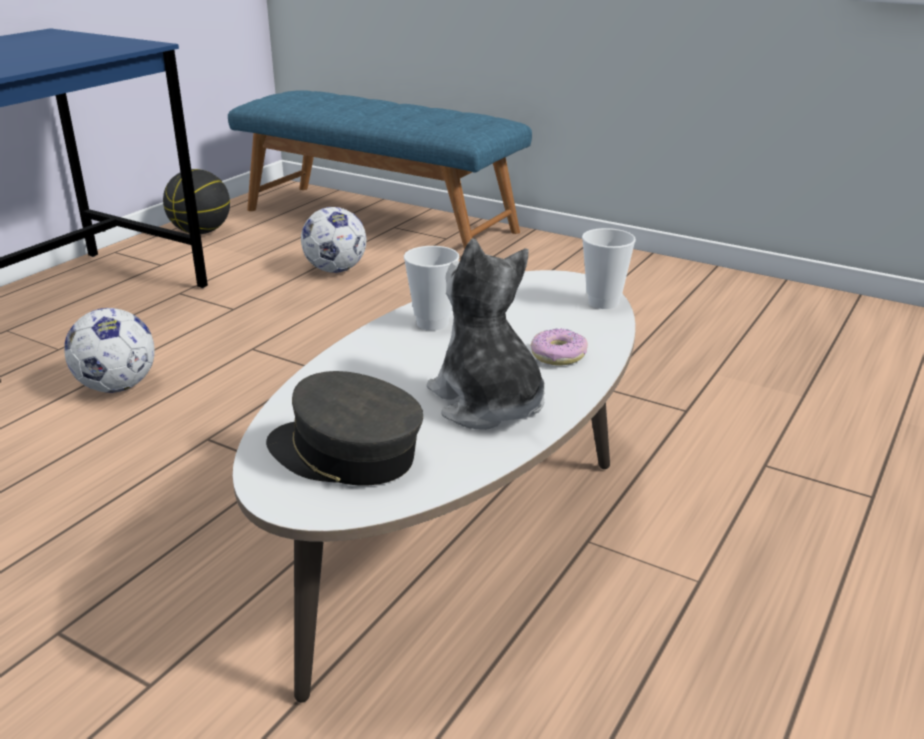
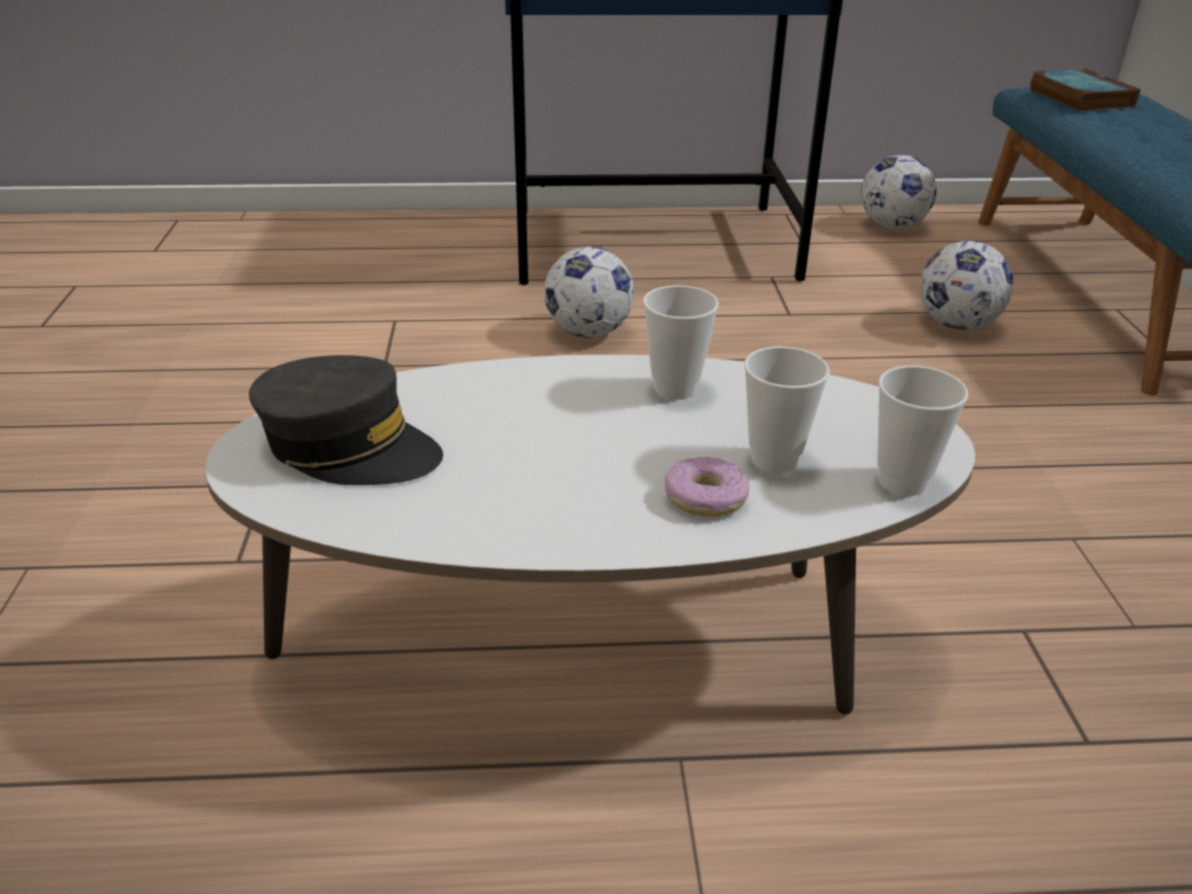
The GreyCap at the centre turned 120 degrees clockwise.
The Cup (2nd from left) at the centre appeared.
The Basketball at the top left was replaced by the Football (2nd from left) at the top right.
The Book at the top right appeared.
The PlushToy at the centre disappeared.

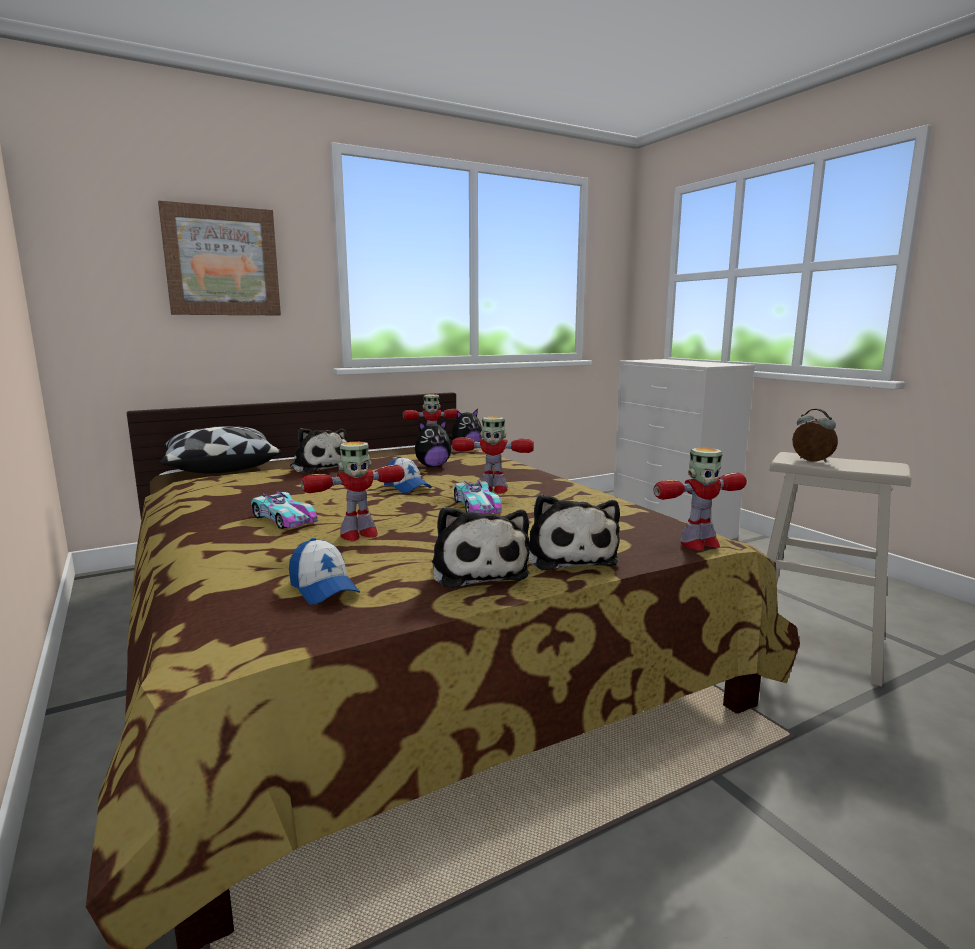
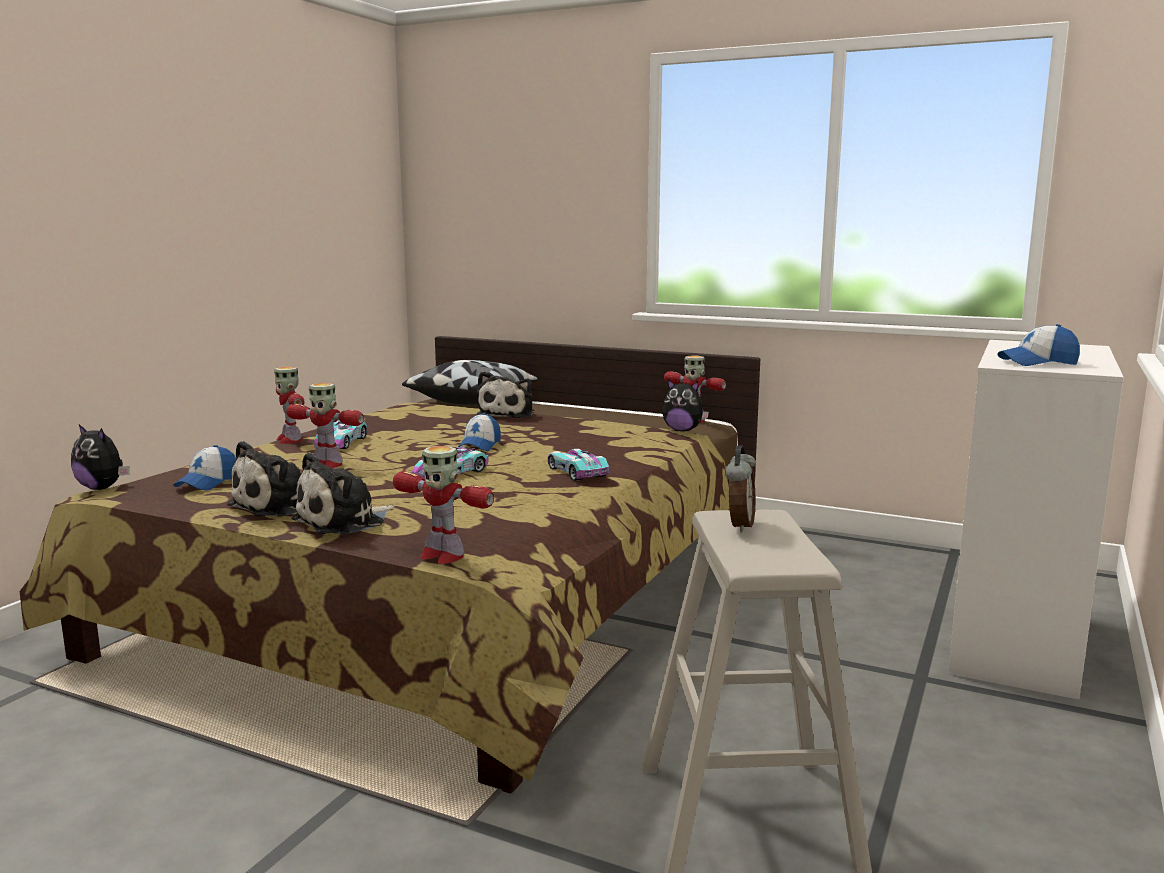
The PlushToy (2nd from left in the first image) moved from the centre to the middle left.
The ToyRobot (3rd from left in the first image) moved from the centre to the middle left.
The ToyCar (3rd from left) at the centre appeared.
The Cap (3rd from left) at the middle right appeared.
The Picture at the top left disappeared.

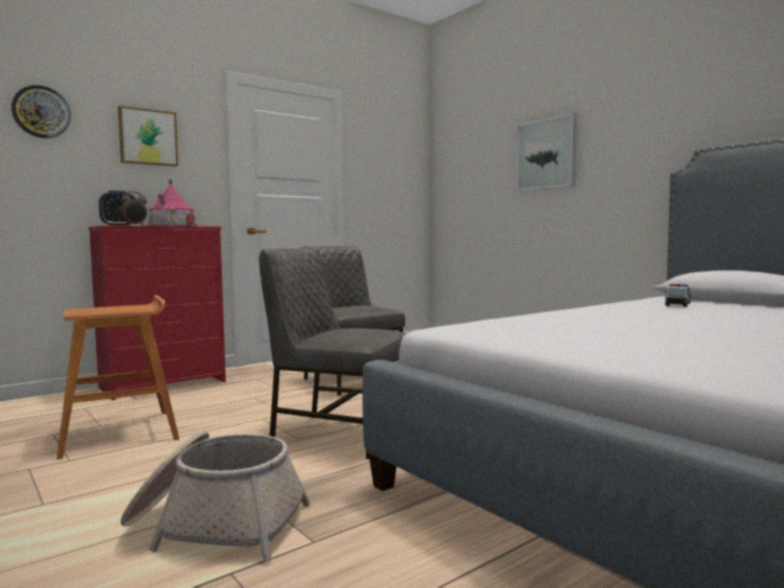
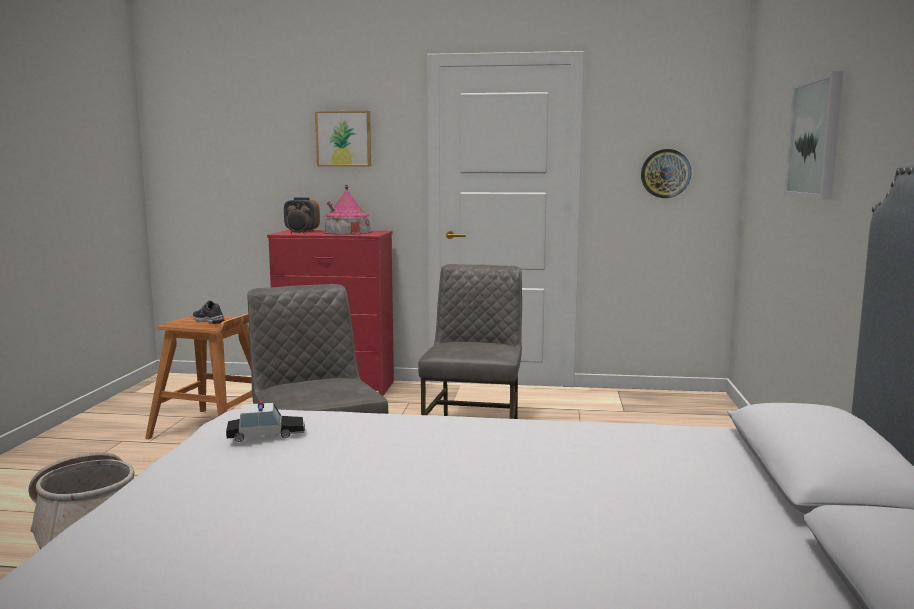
The Shoe at the middle left appeared.
The ToyCar moved from the middle right to the bottom left.
The WallClock moved from the top left to the top right.

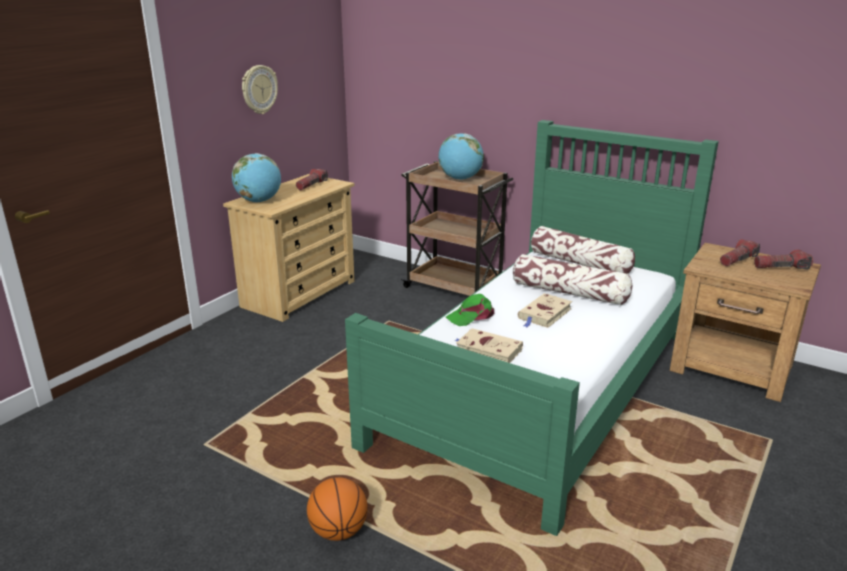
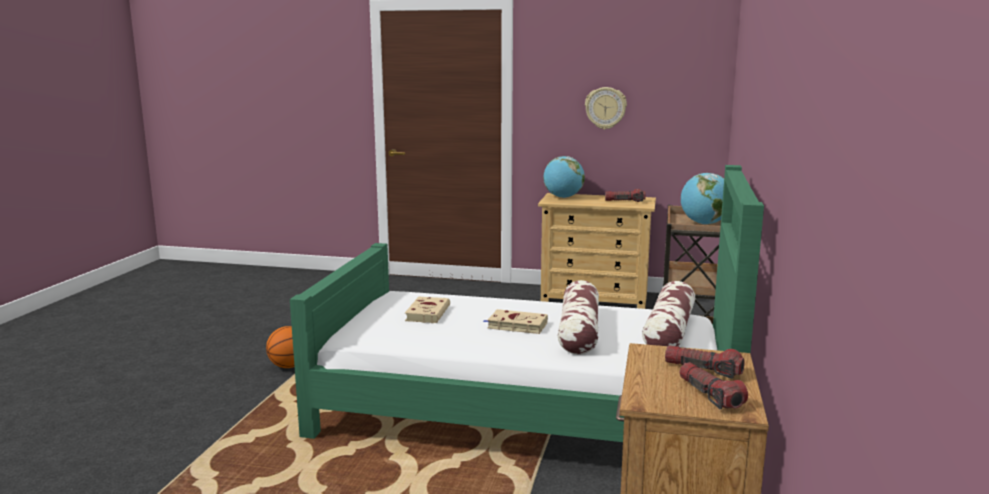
The GreenCap at the centre disappeared.

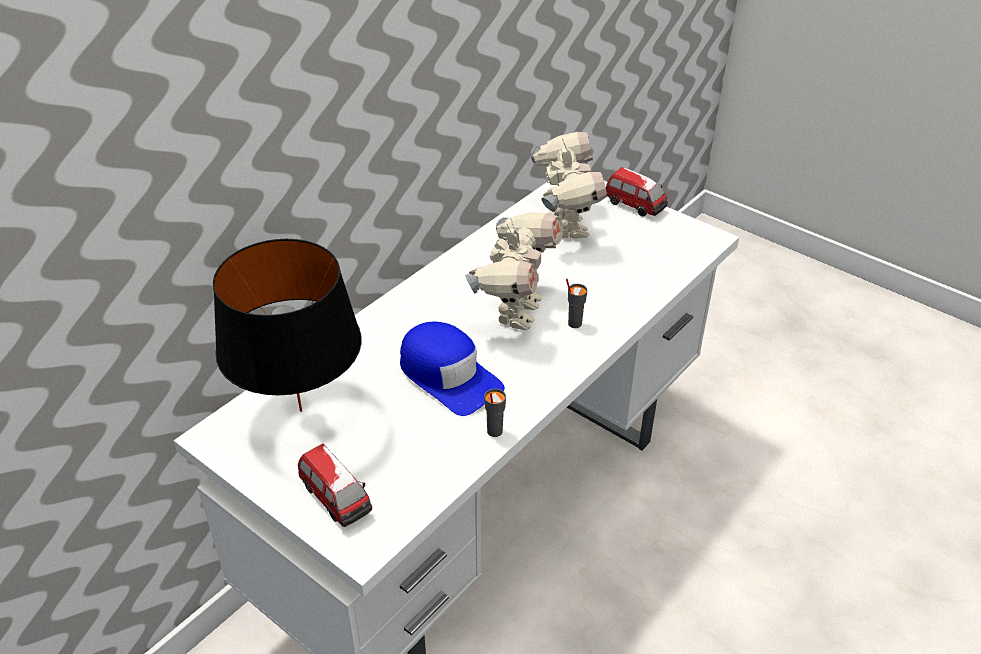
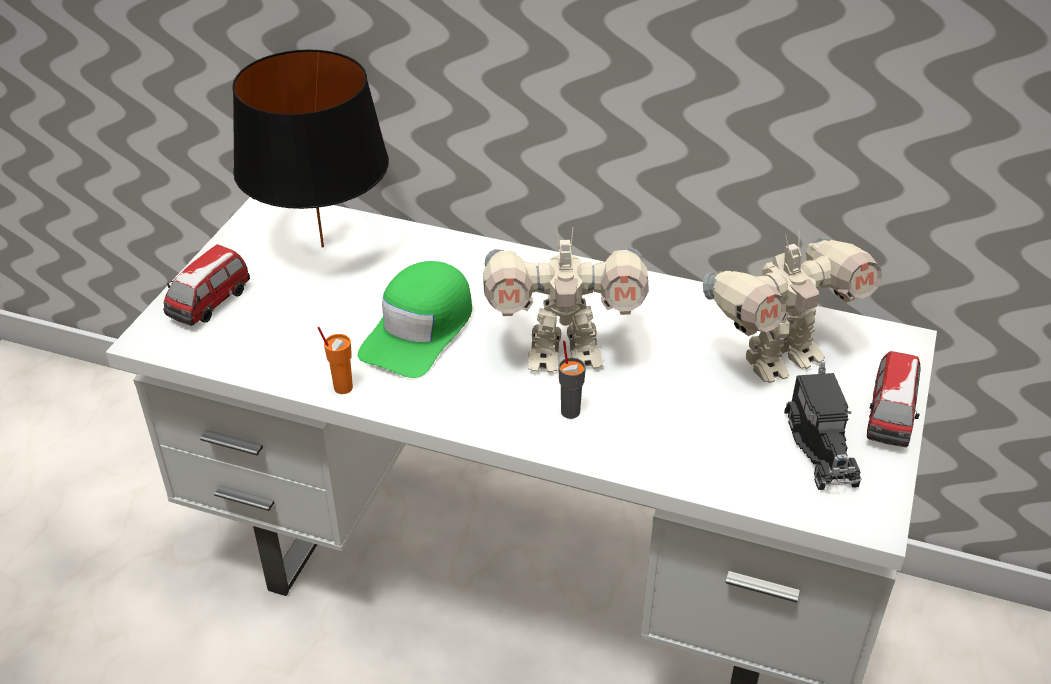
The GreyCup (1st from left) at the centre became the OrangeCup at the middle left.
The BlueCap at the centre became the GreenCap at the centre.
The ToyTruck at the middle right appeared.

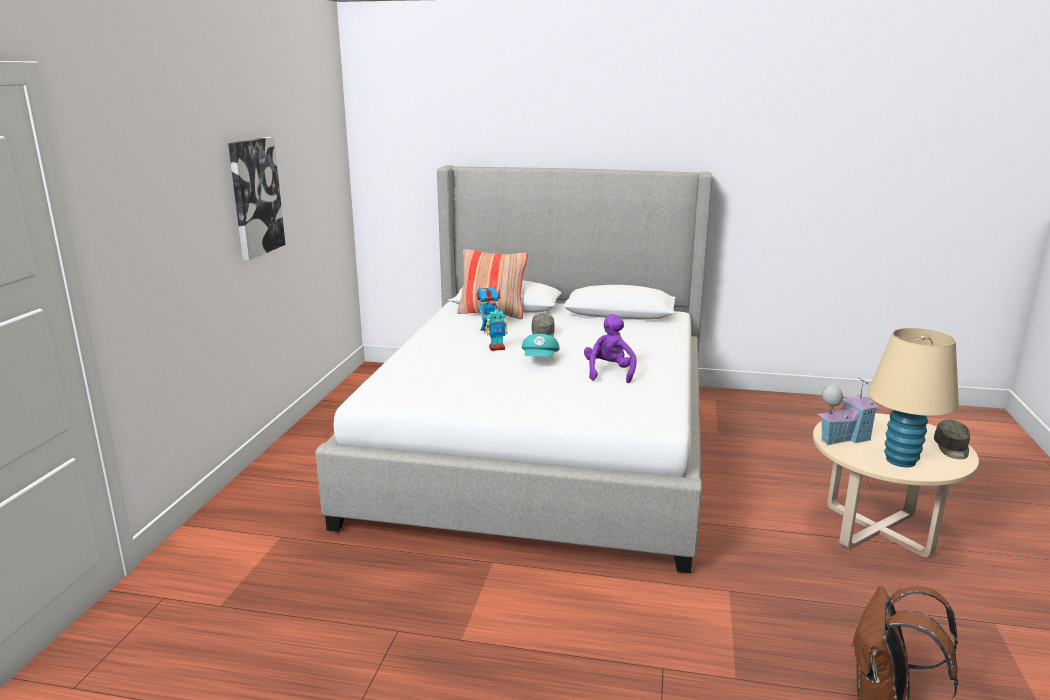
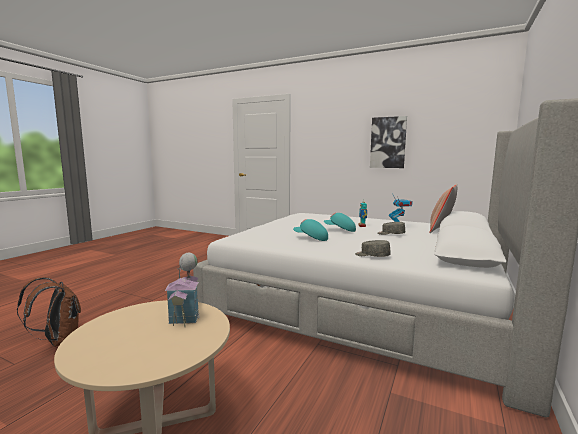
The PurplePlushToy at the centre was replaced by the TurquoiseCap (1st from left) at the centre.
The GreyCap (2nd from left in the first image) moved from the middle right to the centre.
The BeigeTableLamp at the middle right disappeared.

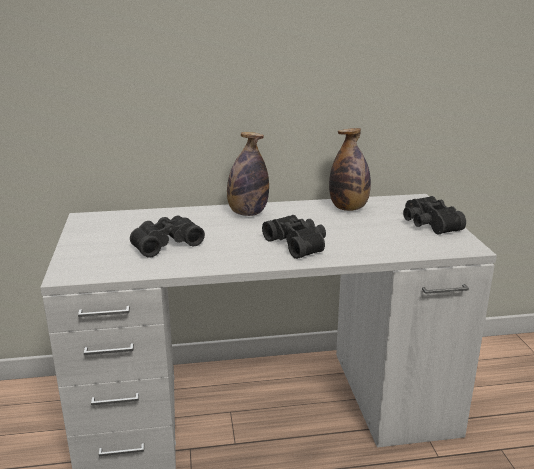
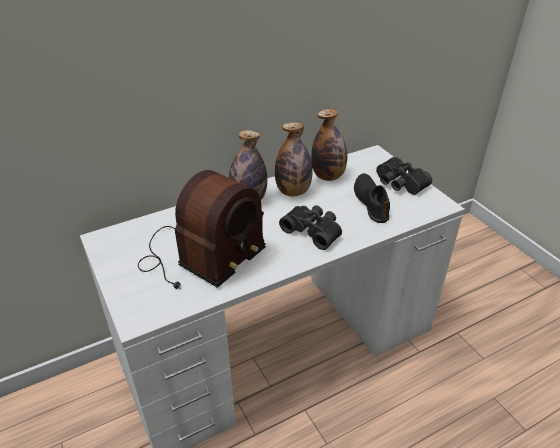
The BlackBinoculars (1st from left) at the middle left was replaced by the Radio at the centre.
The Bottle (2nd from left) at the centre appeared.
The BlackShoe at the centre appeared.

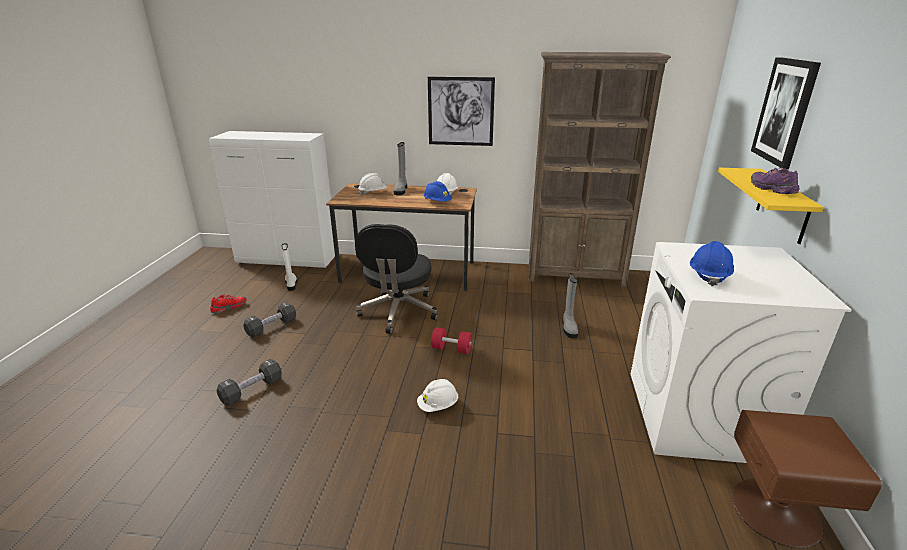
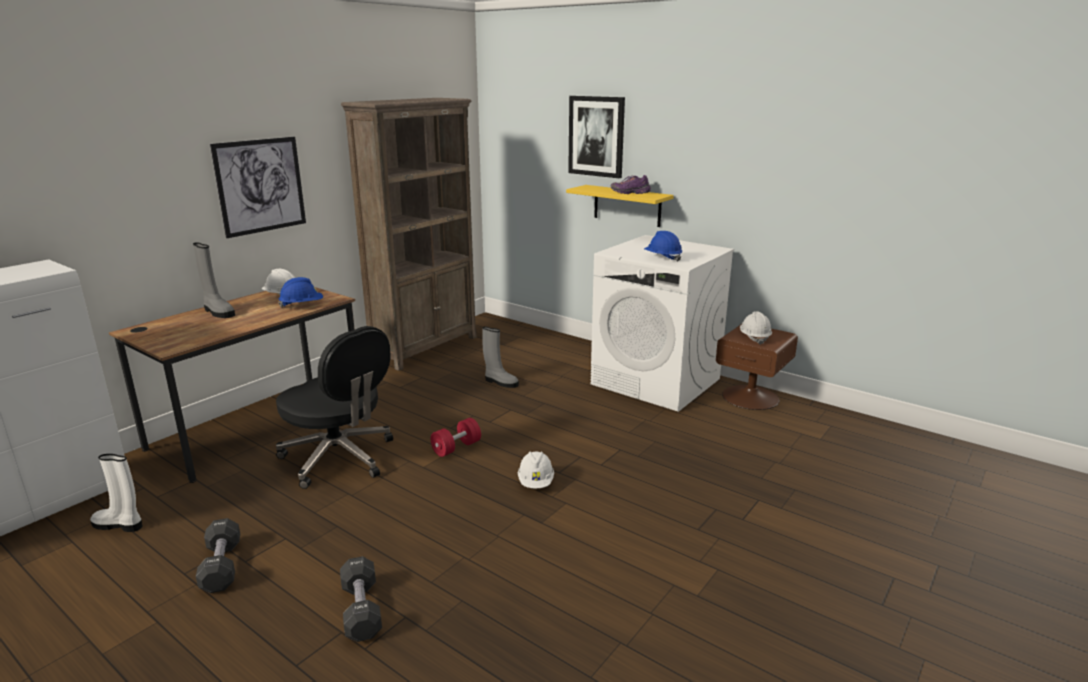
The WhiteHardHat (1st from left in the first image) moved from the centre to the middle right.
The RedShoe at the middle left disappeared.

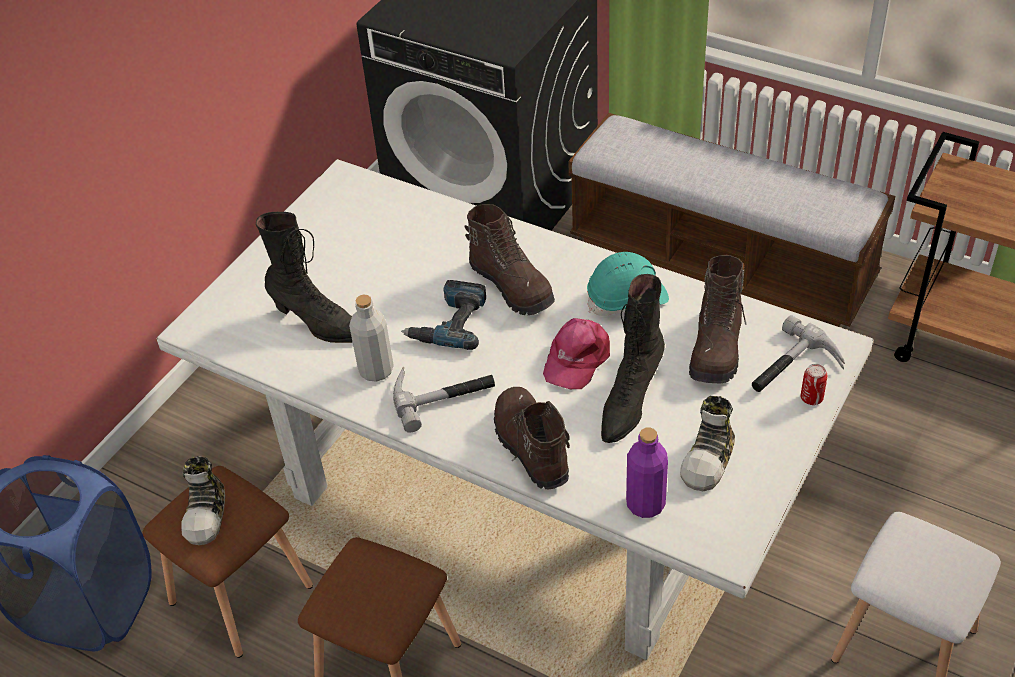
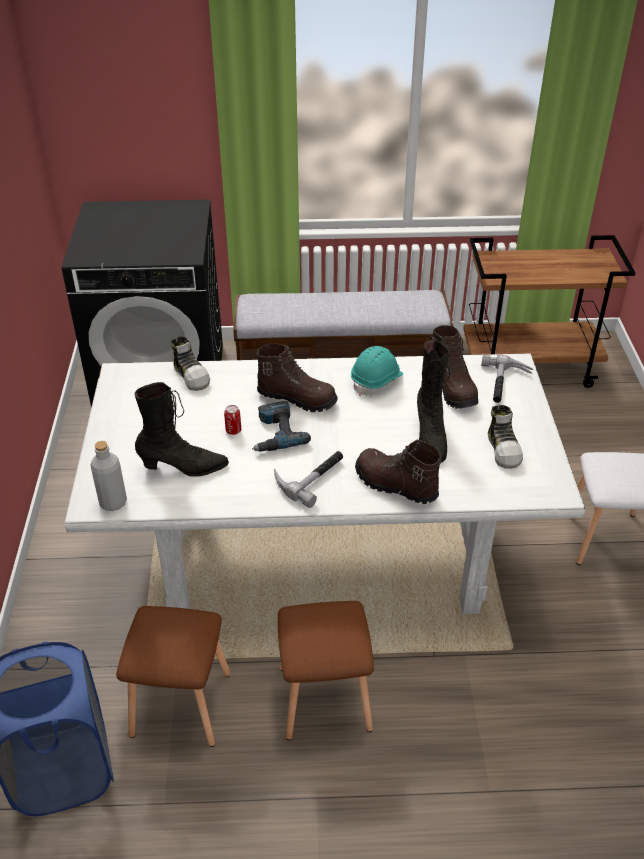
The GreyBottle moved from the centre to the middle left.
The Shoe (1st from left) moved from the bottom left to the middle left.
The Can moved from the middle right to the centre.
The PinkCap at the centre disappeared.
The PurpleBottle at the bottom centre disappeared.

